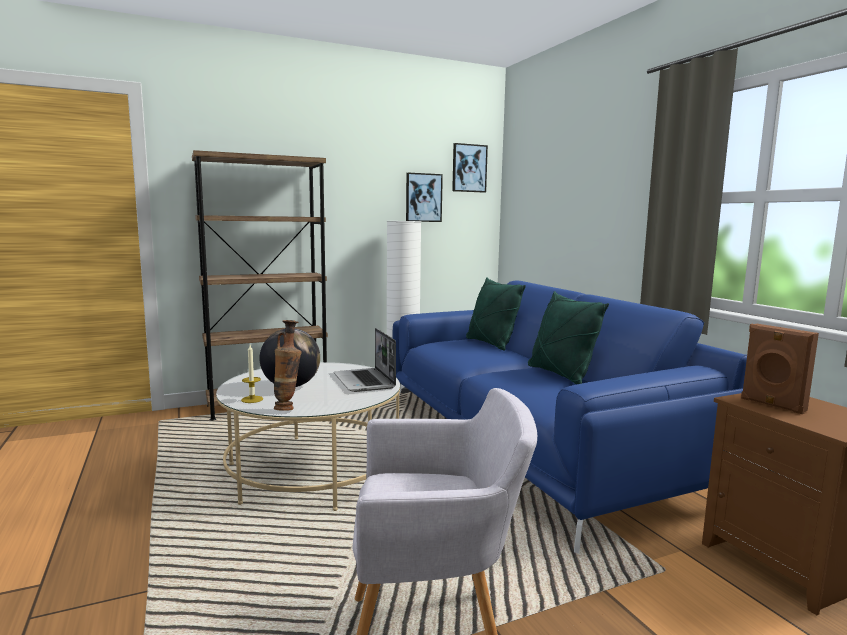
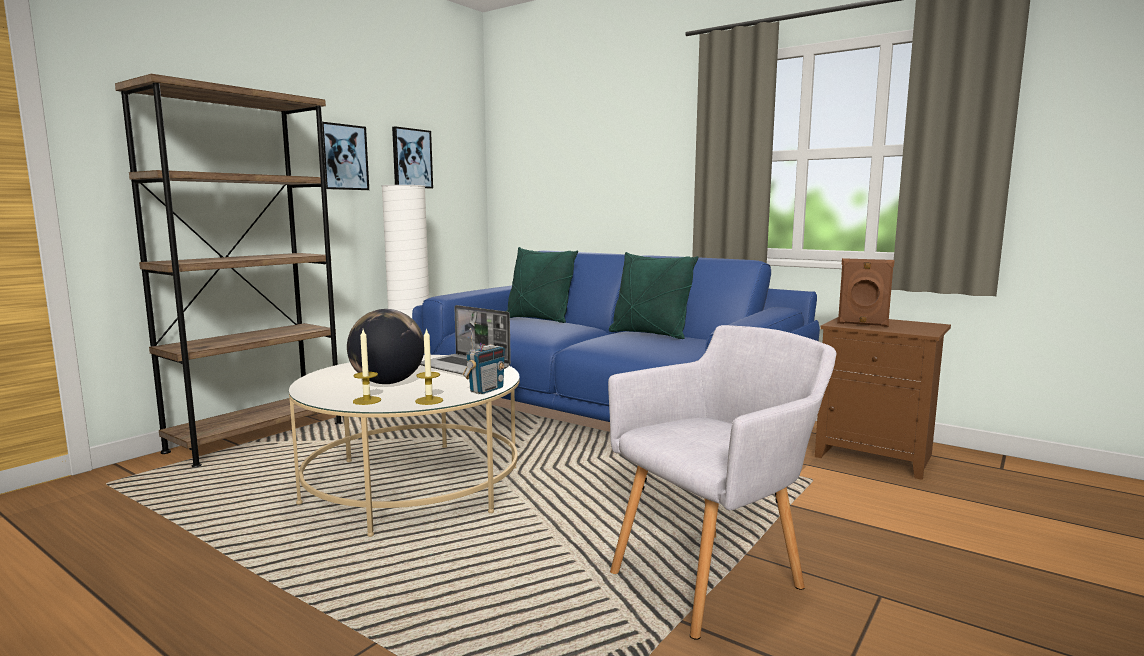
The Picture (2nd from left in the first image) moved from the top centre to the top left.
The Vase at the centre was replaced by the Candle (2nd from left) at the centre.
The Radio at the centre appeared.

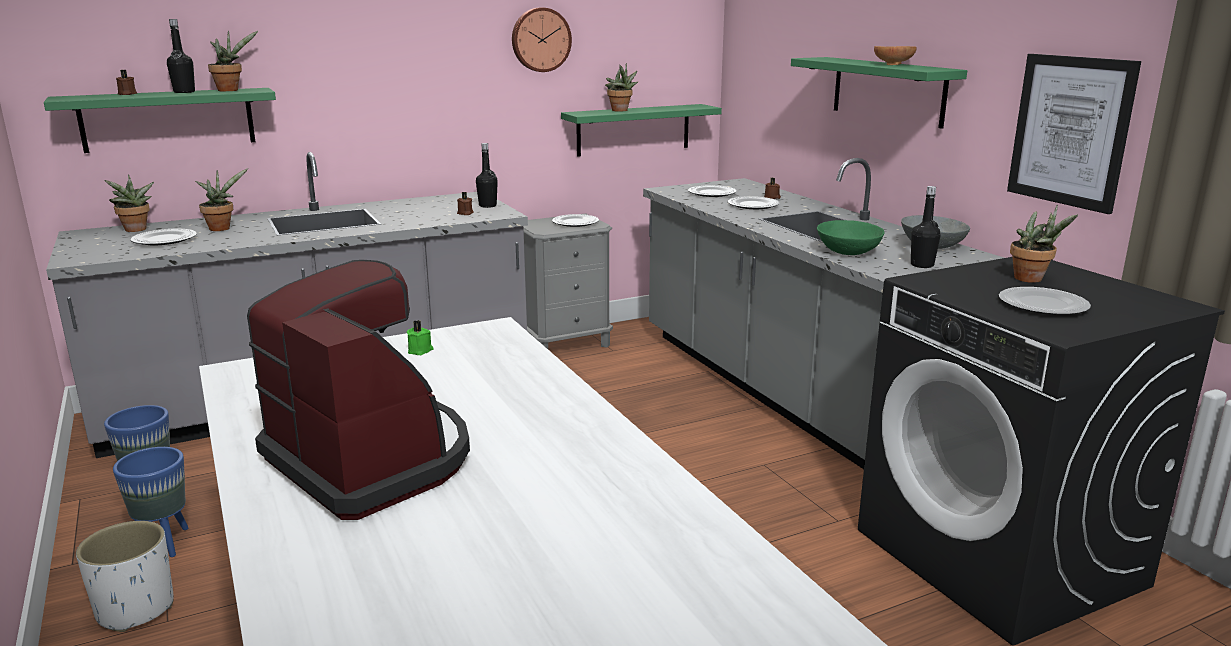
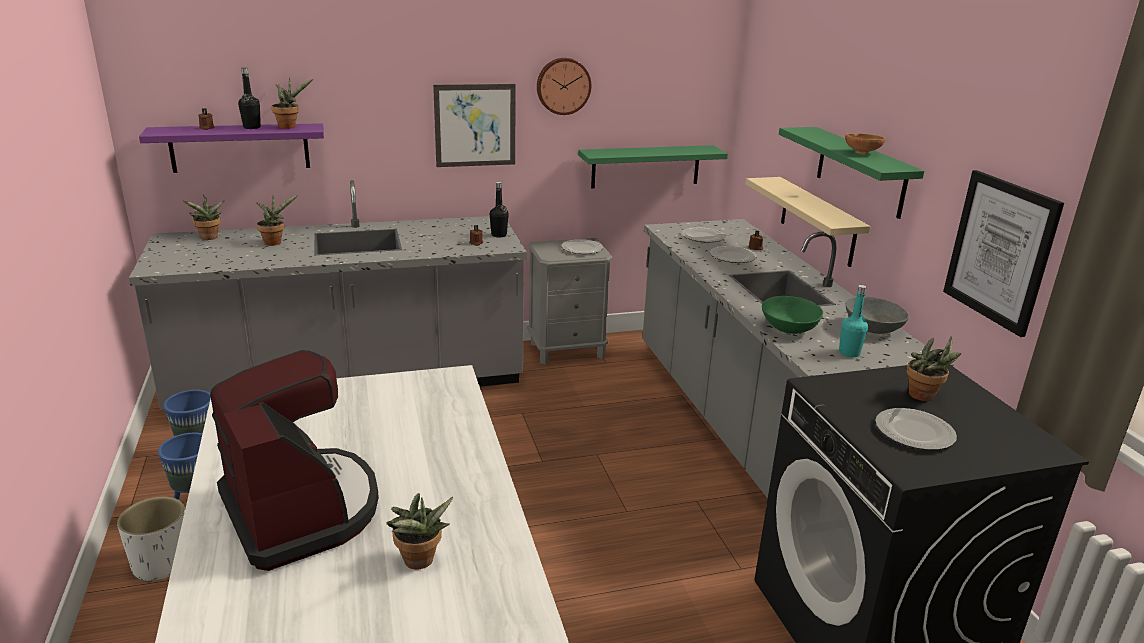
The GreenShelf (1st from left) at the top left became the PurpleShelf at the top left.
The PottedPlant (4th from left) moved from the top centre to the bottom centre.
The Picture (1st from left) at the top centre appeared.
The BeigeShelf at the middle right appeared.
The BlackBottle (3rd from left) at the middle right became the TurquoiseBottle at the middle right.
The Plate (1st from left) at the middle left disappeared.
The GreenCandle at the centre disappeared.

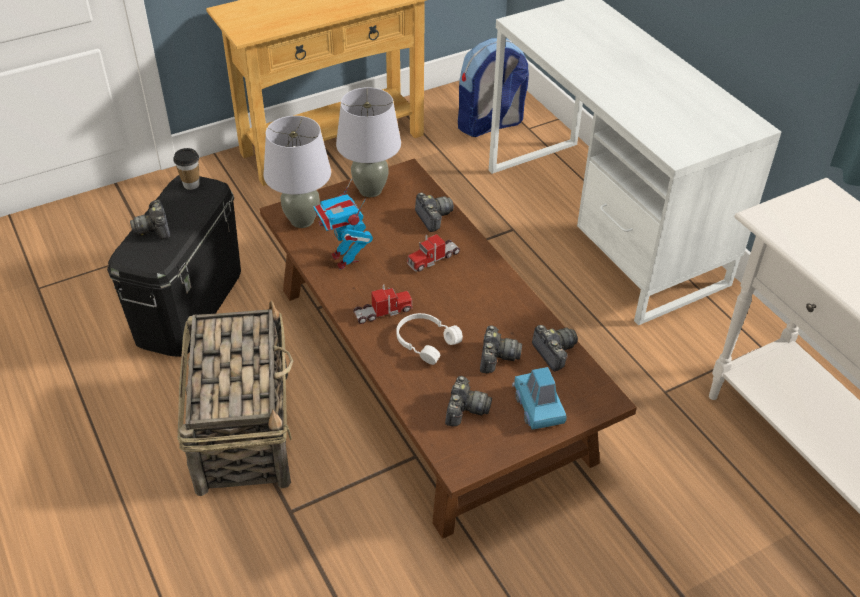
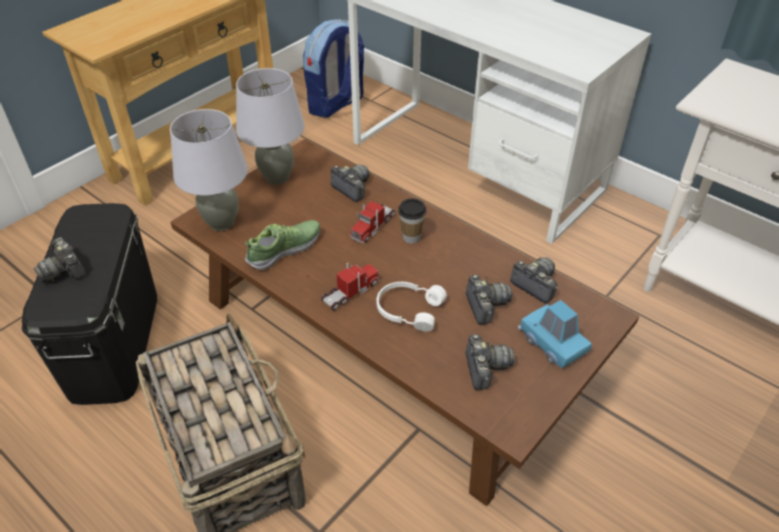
The ToyRobot at the centre was replaced by the Shoe at the centre.
The Cup moved from the top left to the centre.

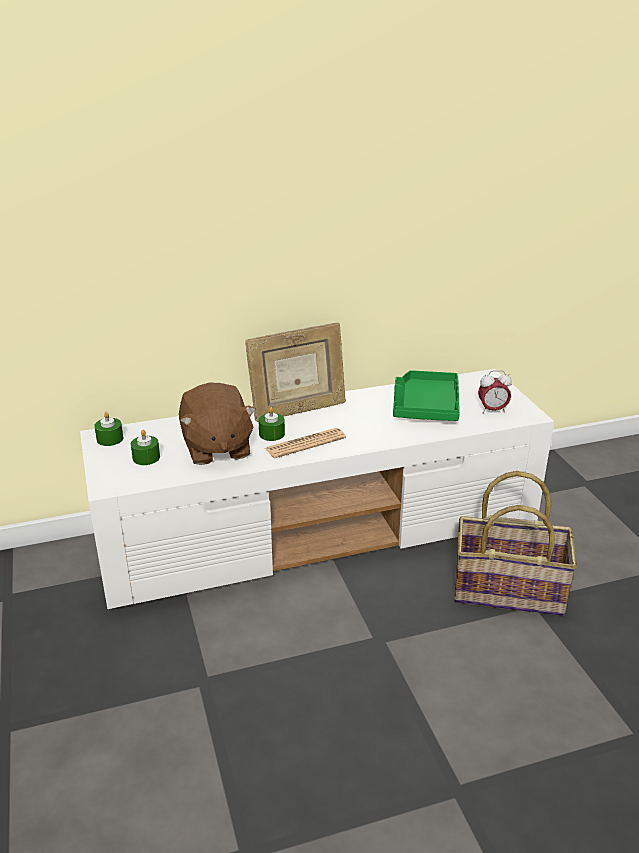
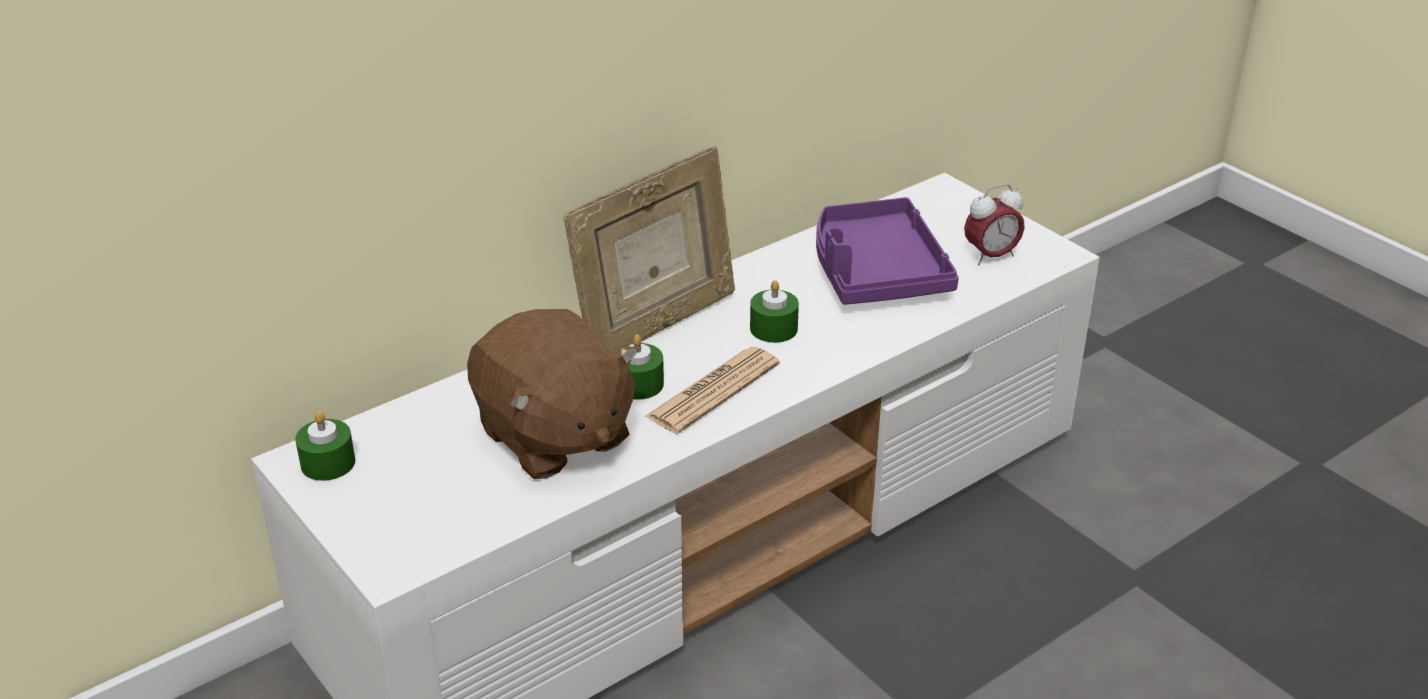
The GreenCandle (2nd from left in the first image) moved from the middle left to the centre.
The GreenTray at the middle right became the PurpleTray at the centre.
The Basket at the middle right disappeared.

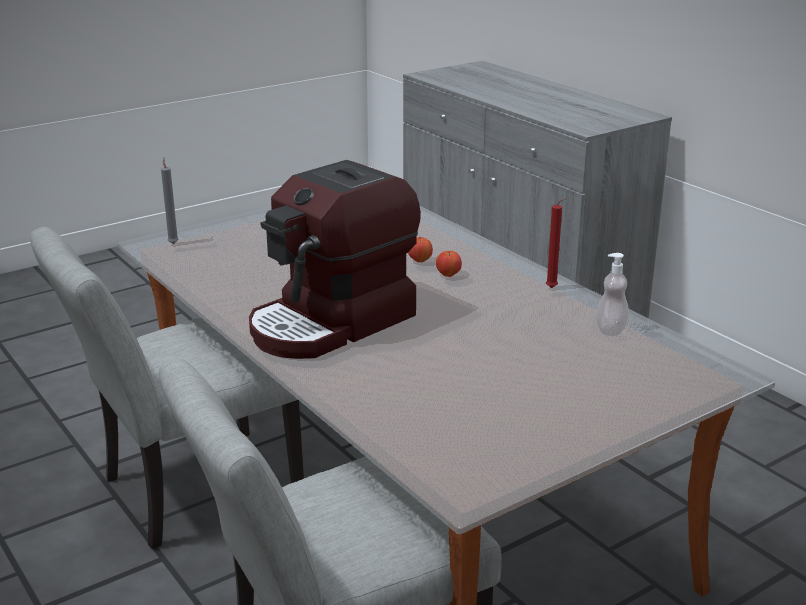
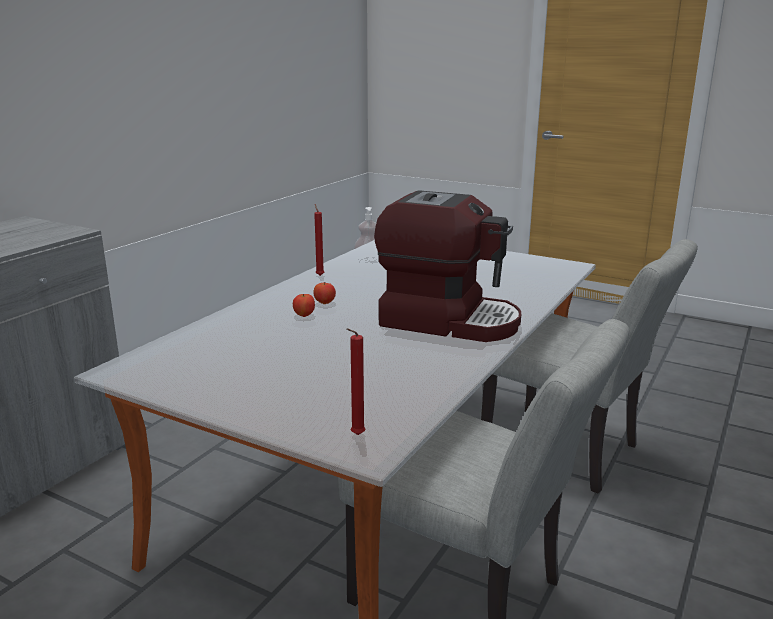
The GreyCandle at the top left became the RedCandle (2nd from left) at the centre.

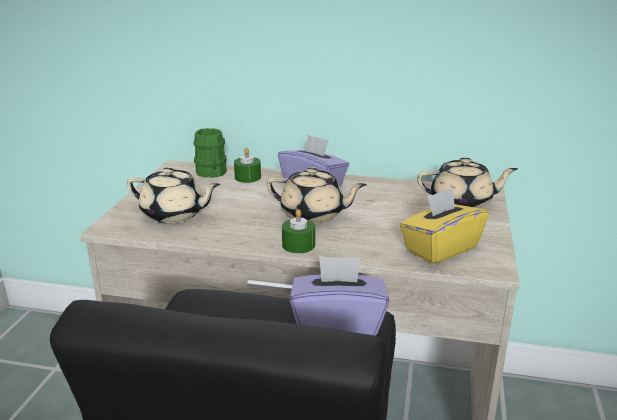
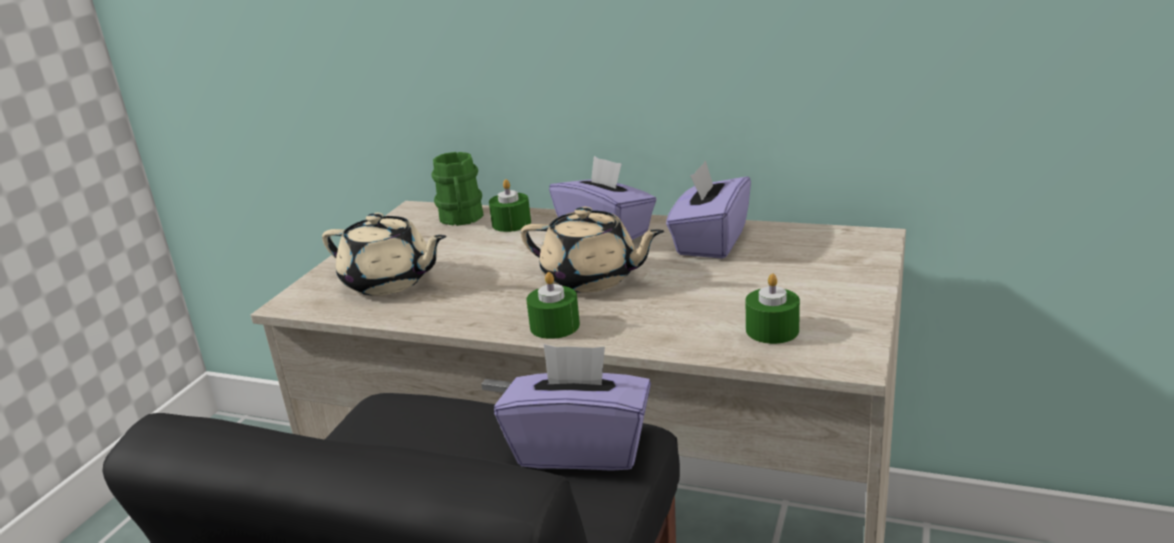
The PurpleTissueBox (3rd from left) at the centre appeared.
The YellowTissueBox at the middle right was replaced by the GreenCandle (3rd from left) at the centre.
The BeigeTeapot (3rd from left) at the middle right disappeared.

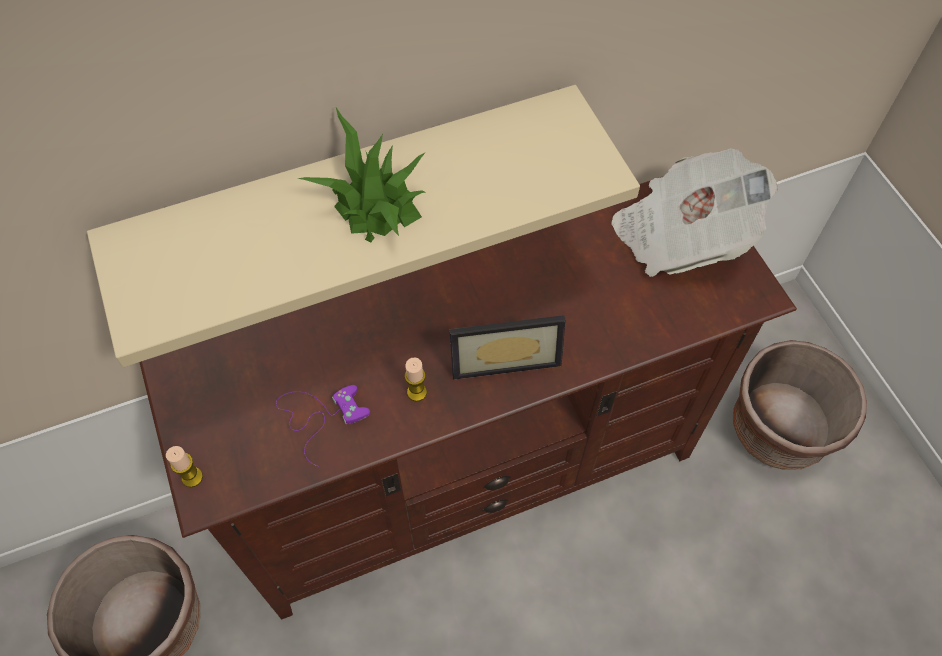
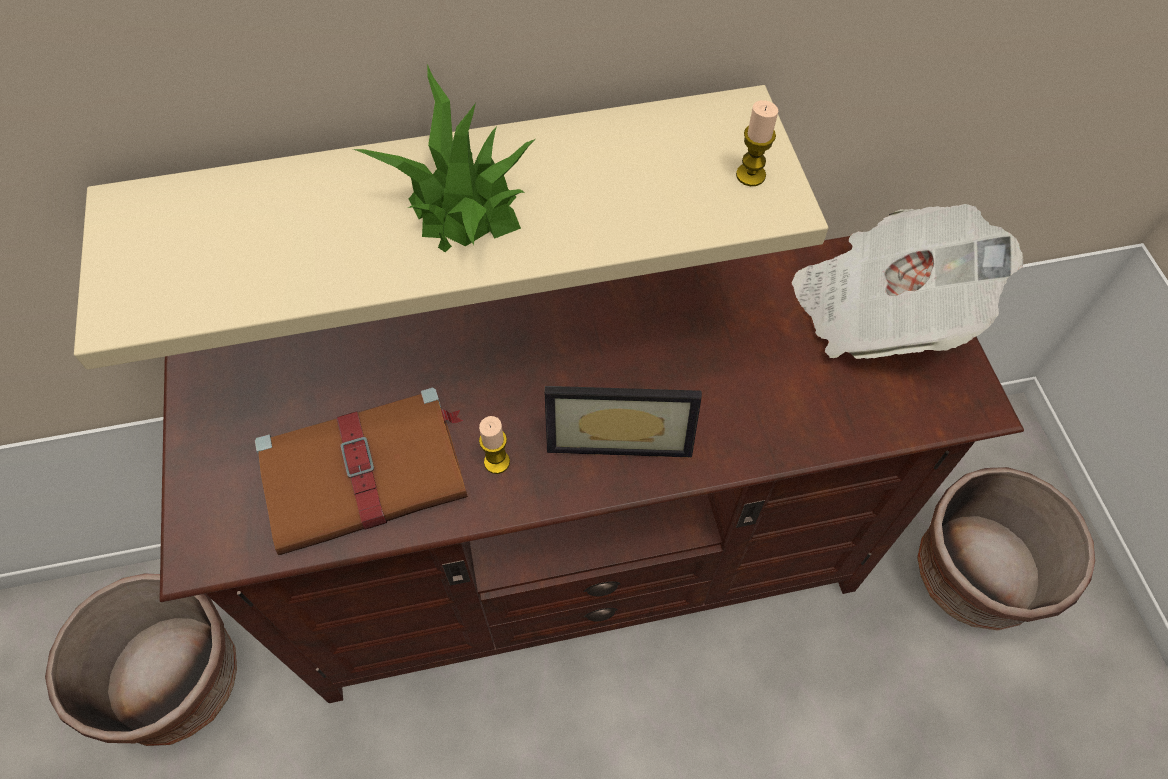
The PurpleGameController at the centre was replaced by the BrownBook at the middle left.
The Candle (1st from left in the first image) moved from the bottom left to the top centre.

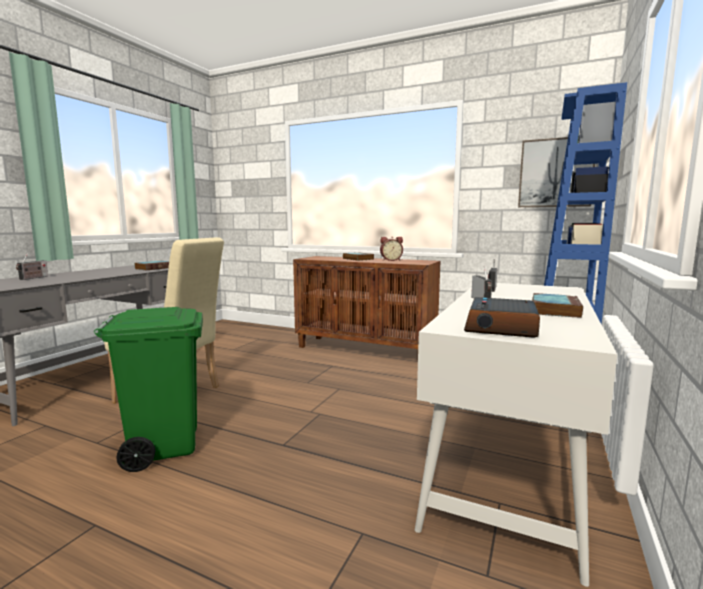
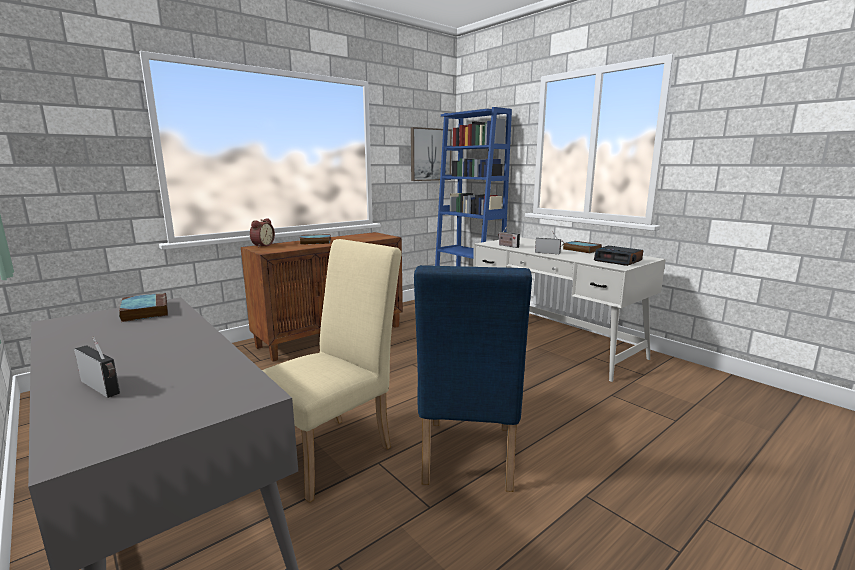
The AlarmClock (1st from left) moved from the centre to the middle left.
The GreenTrashCan at the middle left was replaced by the BlueChair at the centre.

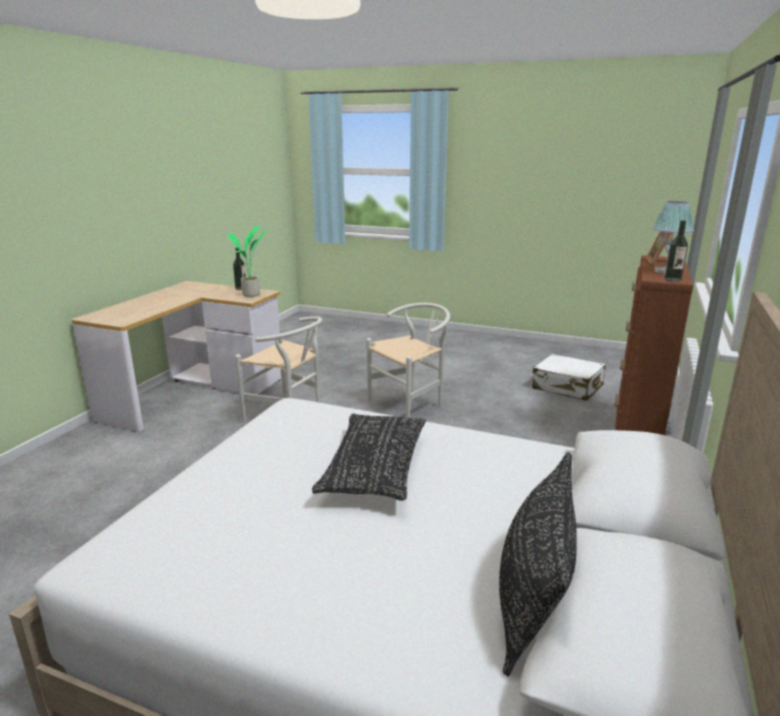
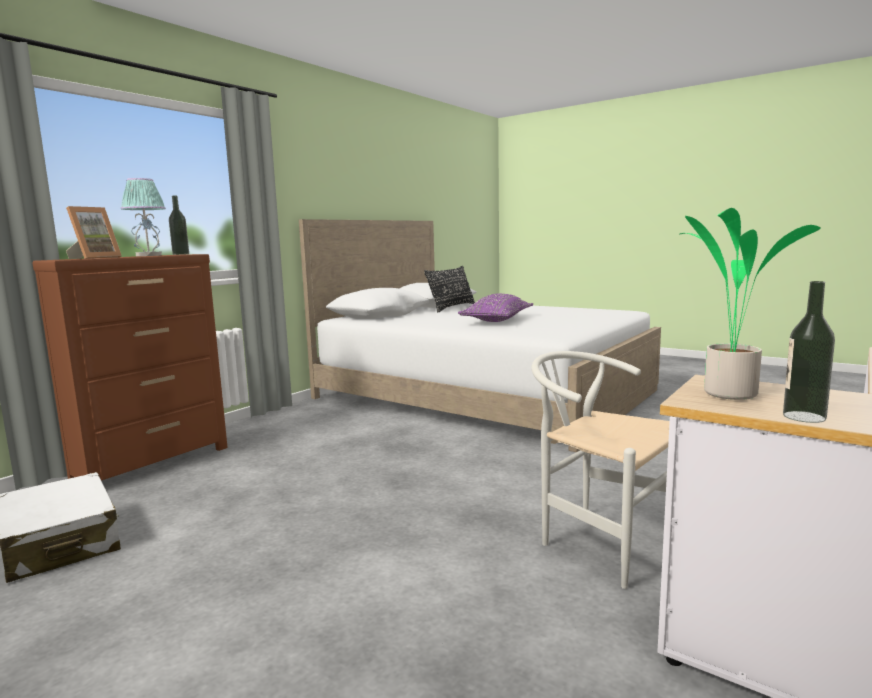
The BlackPillow (1st from left) at the centre became the PurplePillow at the centre.
The WhiteChair (2nd from left) at the centre disappeared.

